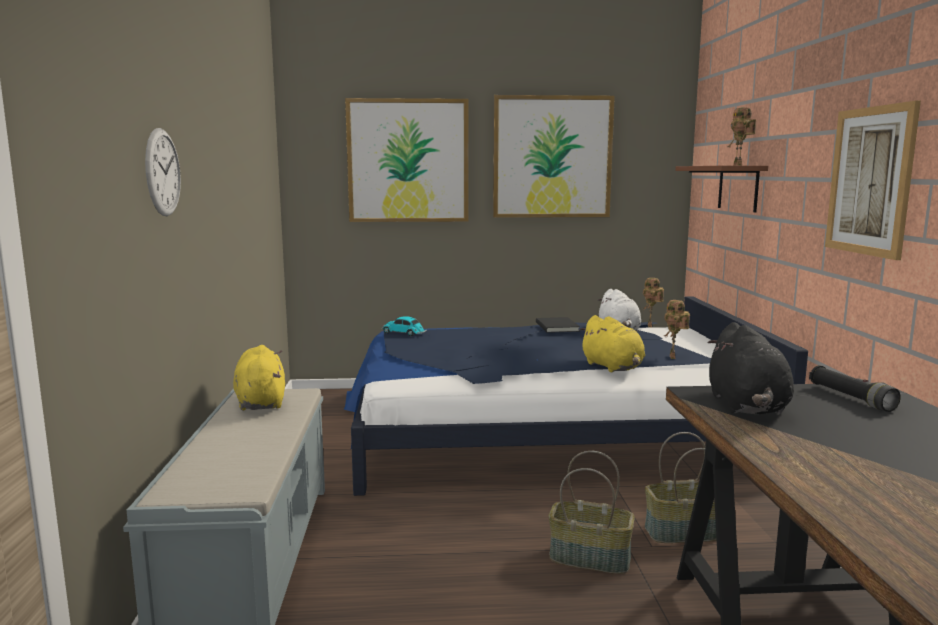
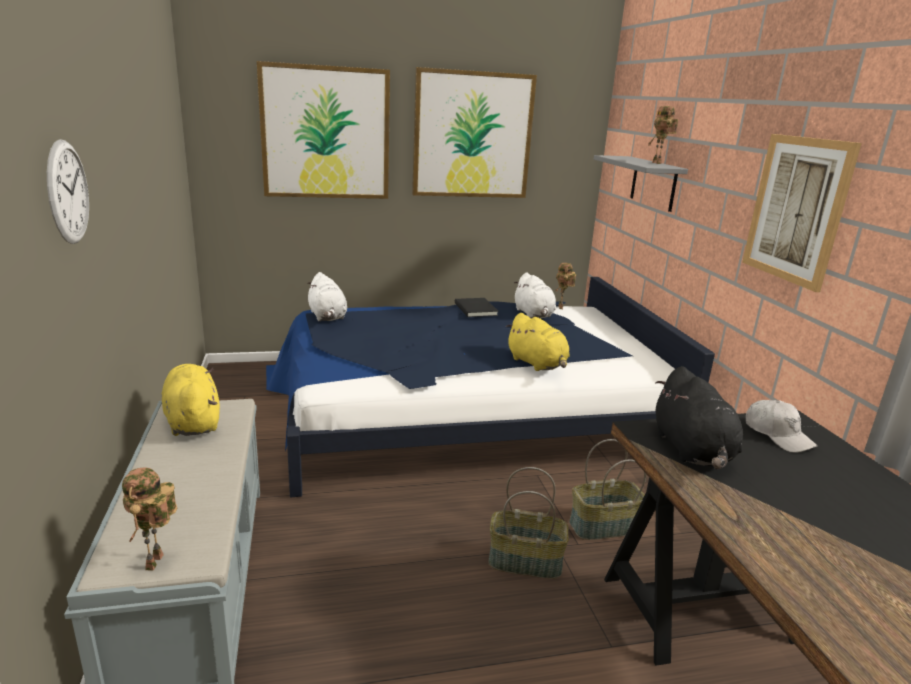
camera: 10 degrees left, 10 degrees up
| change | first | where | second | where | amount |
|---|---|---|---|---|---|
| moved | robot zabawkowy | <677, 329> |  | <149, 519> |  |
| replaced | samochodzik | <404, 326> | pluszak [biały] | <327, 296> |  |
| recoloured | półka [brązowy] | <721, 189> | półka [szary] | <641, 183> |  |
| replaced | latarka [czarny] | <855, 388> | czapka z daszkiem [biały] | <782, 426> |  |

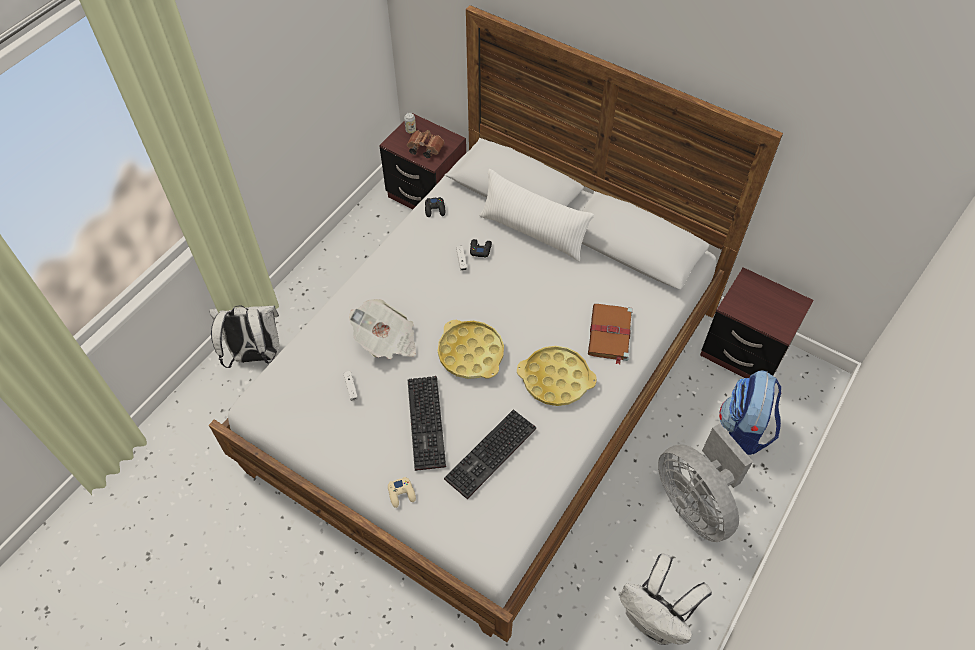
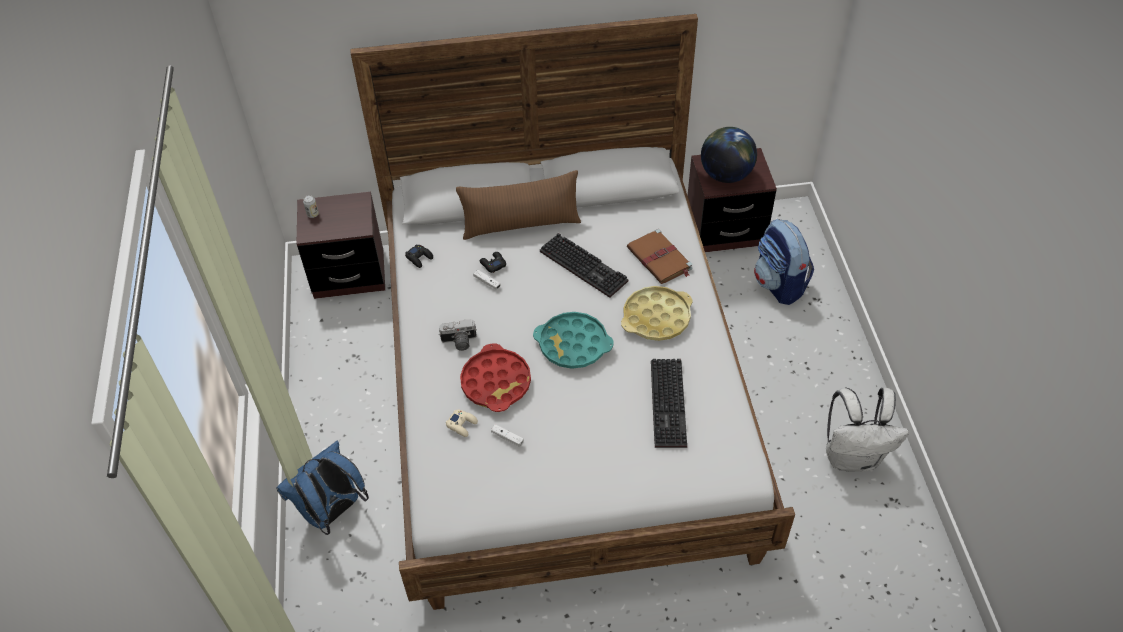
camera: 40 degrees left, 5 degrees down
| change | first | where | second | where | amount |
|---|---|---|---|---|---|
| recoloured | plecak [biały] | <244, 336> | plecak [niebieski] | <322, 488> |  |
| added |  |  | aparat fotograficzny | <458, 335> |  |
| moved | pad do gier [beżowy] | <402, 492> |  | <462, 423> |  |
| recoloured | poduszka [biały] | <537, 215> | poduszka [brązowy] | <518, 205> |  |
| replaced | gazeta | <382, 329> | taca [czerwony] | <495, 378> |  |
| recoloured | taca [żółty] | <471, 349> | taca [turkusowy] | <573, 340> |  |
| moved | klawiatura | <427, 423> |  | <584, 265> |  |
| added |  |  | globus | <729, 155> |  |
| removed | lornetka [brązowy] | <426, 144> |  |  |  |
| removed | wentylator [szary] | <705, 482> |  |  |  |

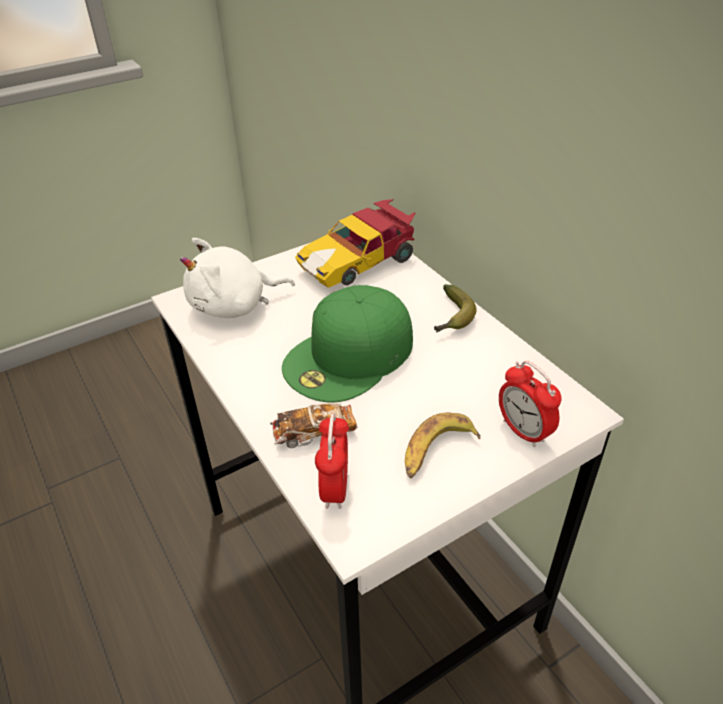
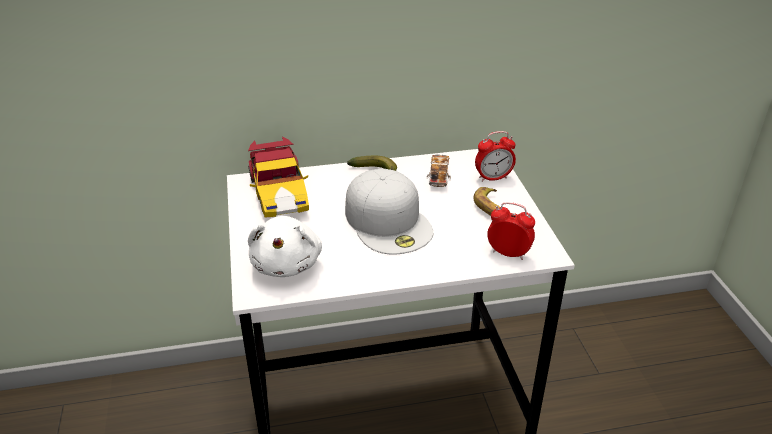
camera: 70 degrees left, 5 degrees down
| change | first | where | second | where | amount |
|---|---|---|---|---|---|
| recoloured | czapka z daszkiem [zielony] | <347, 343> | czapka z daszkiem [biały] | <389, 212> |  |
| moved | samochodzik | <313, 426> |  | <439, 170> |  |

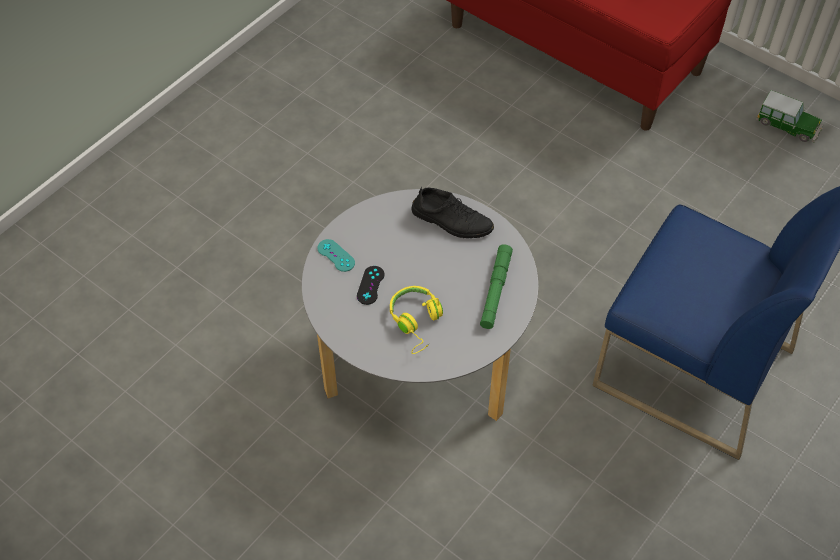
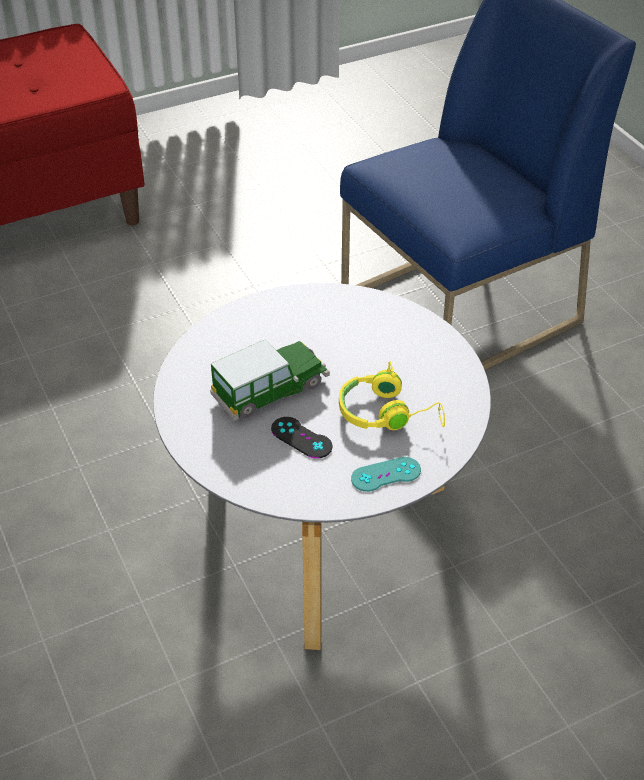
camera: 65 degrees left, 10 degrees down
| change | first | where | second | where | amount |
|---|---|---|---|---|---|
| moved | samochodzik | <789, 116> |  | <270, 380> |  |
| moved | pad do gier [turkusowy] | <336, 255> |  | <386, 474> |  |
| removed | but [czarny] | <452, 212> |  |  |  |
| removed | latarka [zielony] | <496, 286> |  |  |  |

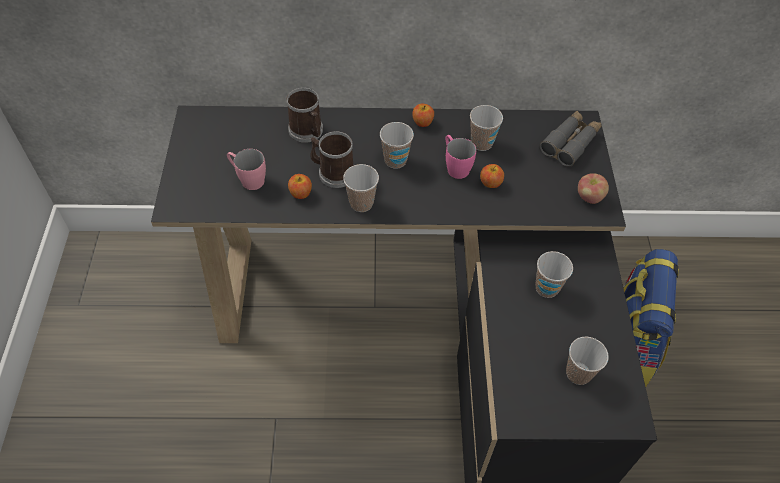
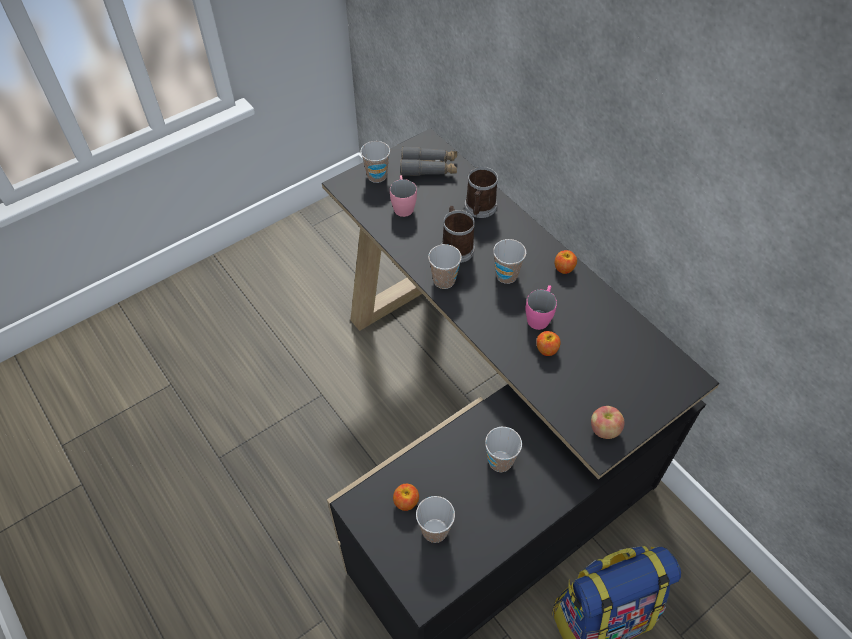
camera: 55 degrees right, 0 degrees up
| change | first | where | second | where | amount |
|---|---|---|---|---|---|
| moved | filiżanka | <486, 128> |  | <375, 162> |  |
| moved | jabłko | <300, 186> |  | <406, 497> |  |
| moved | lornetka [szary] | <571, 139> |  | <428, 161> |  |

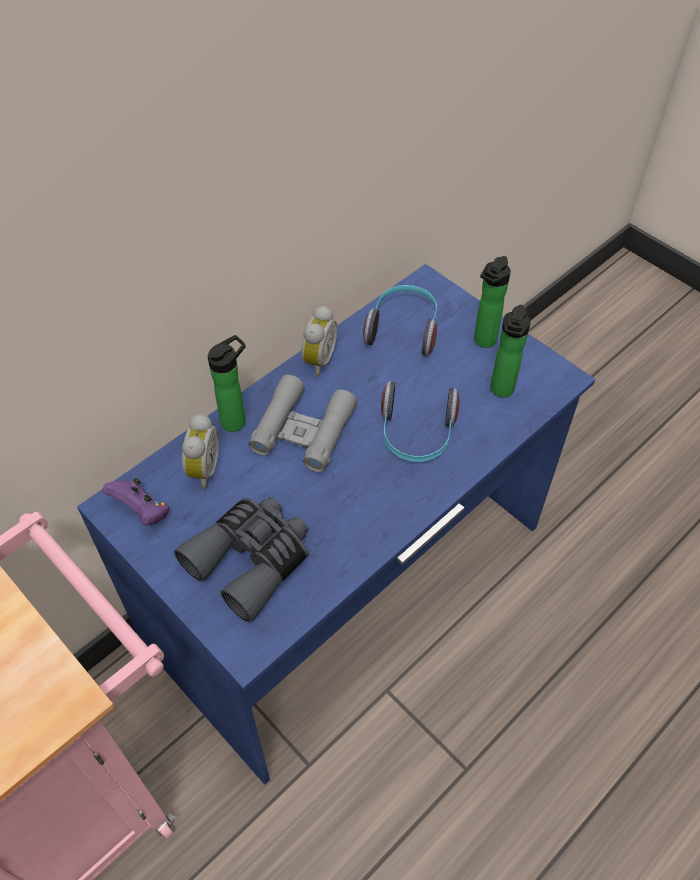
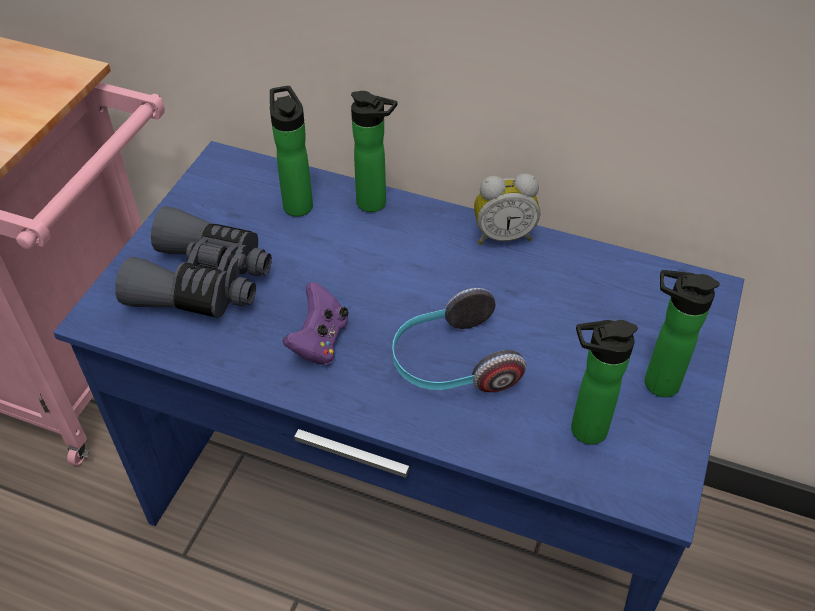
camera: 65 degrees right, 5 degrees down
| change | first | where | second | where | amount |
|---|---|---|---|---|---|
| replaced | budzik | <200, 451> | butelka | <291, 151> |  |
| moved | pad do gier [fioletowy] | <135, 502> |  | <316, 323> |  |
| removed | lornetka [szary] | <302, 423> |  |  |  |
| removed | słuchawki | <400, 320> |  |  |  |

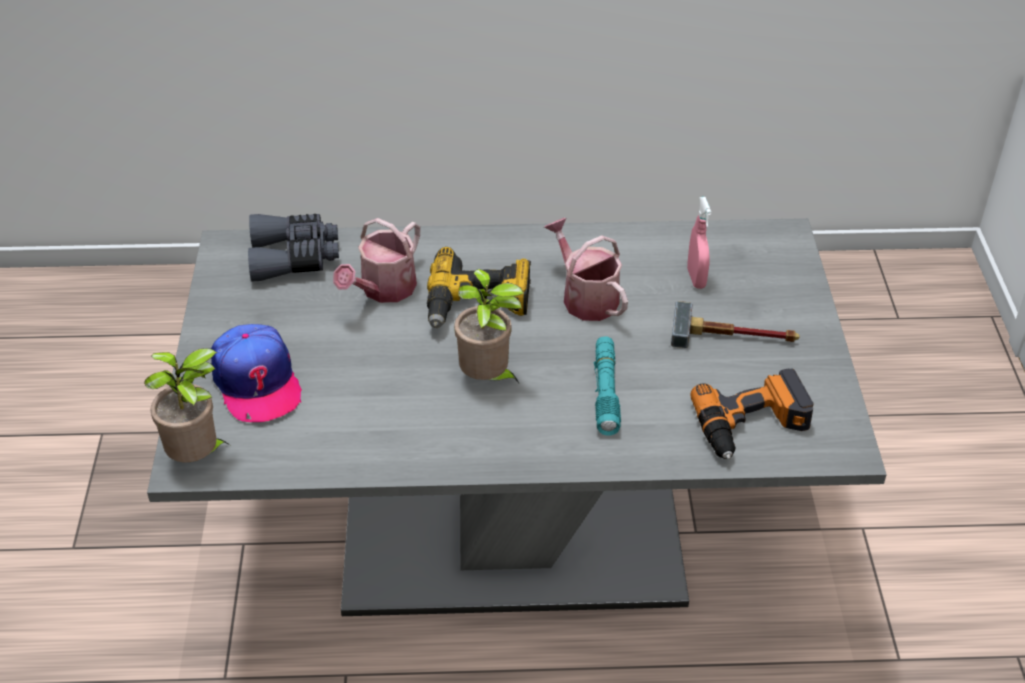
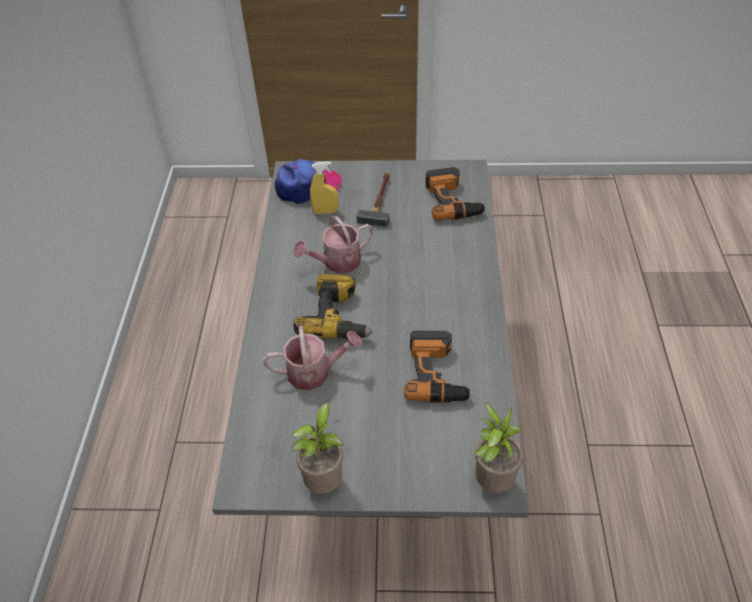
camera: 85 degrees left, 5 degrees up
| change | first | where | second | where | amount |
|---|---|---|---|---|---|
| turned | konewka | <376, 260> |  | <313, 358> | 45 degrees counterclockwise |
| moved | czapka z daszkiem | <256, 373> |  | <308, 181> |  |
| moved | roślina doniczkowa | <489, 326> |  | <317, 448> |  |
| recoloured | spryskiwacz [różowy] | <699, 243> | spryskiwacz [żółty] | <324, 187> |  |
| added |  |  | wiertarka | <438, 367> |  |
| removed | lornetka [szary] | <293, 248> |  |  |  |
| removed | latarka [turkusowy] | <607, 386> |  |  |  |

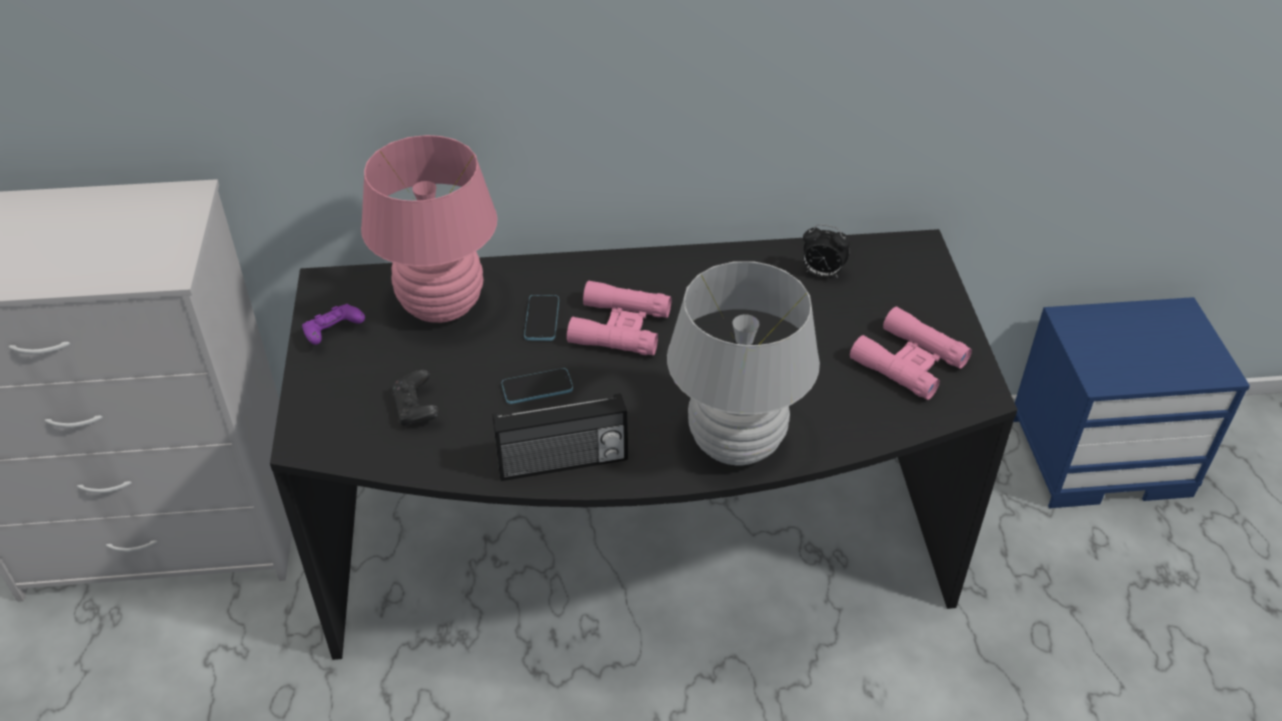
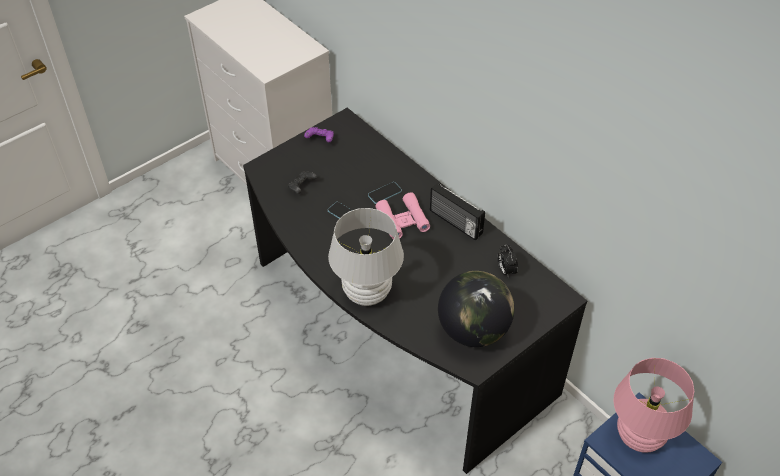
camera: 55 degrees right, 5 degrees up
| change | first | where | second | where | amount |
|---|---|---|---|---|---|
| moved | radio | <560, 437> |  | <457, 211> |  |
| replaced | lornetka [różowy] | <911, 353> | globus | <476, 309> |  |
| moved | lampa stołowa [różowy] | <429, 229> |  | <653, 405> |  |

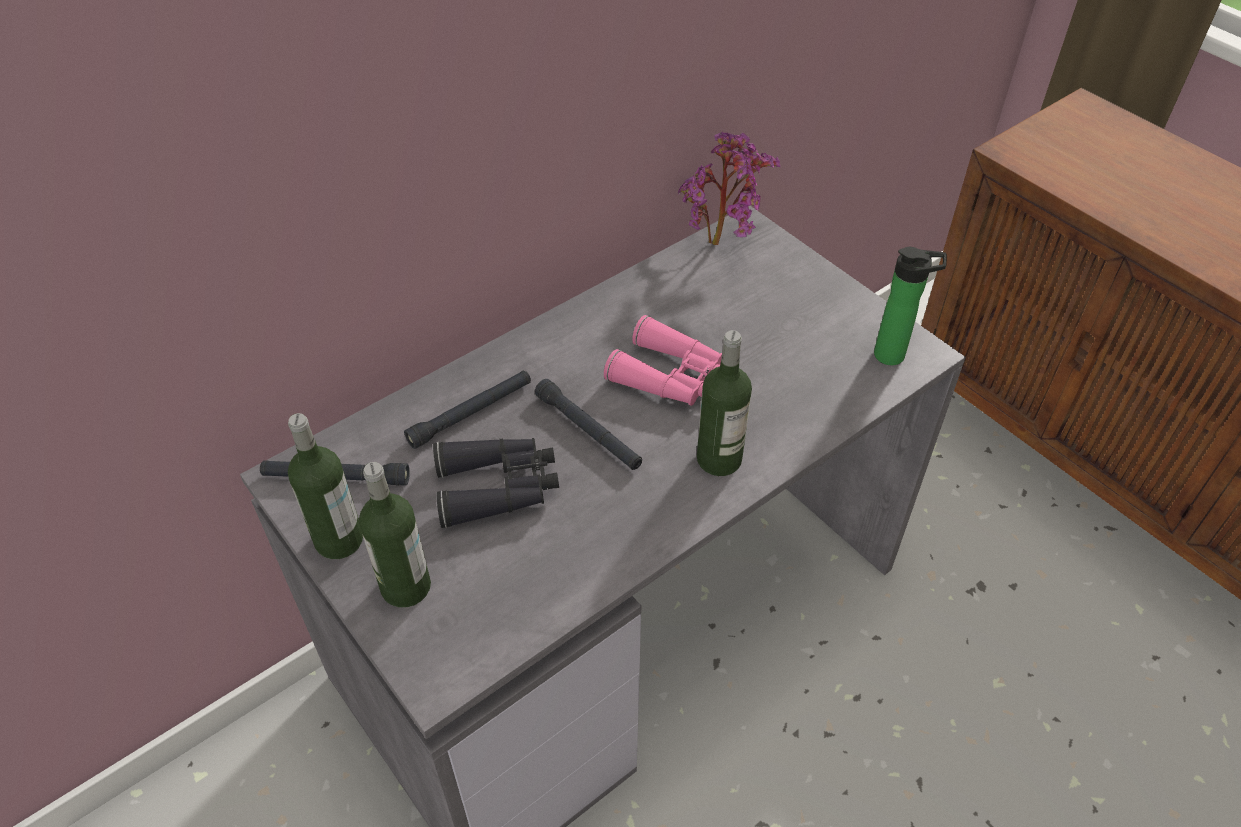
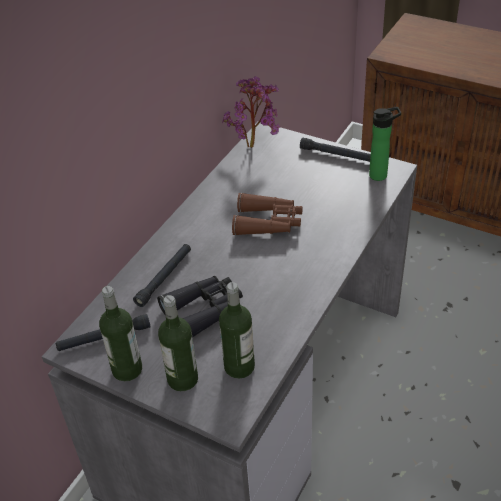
camera: 20 degrees left, 5 degrees down
| change | first | where | second | where | amount |
|---|---|---|---|---|---|
| moved | butelka | <724, 403> |  | <237, 330> |  |
| recoloured | lornetka [różowy] | <663, 360> | lornetka [brązowy] | <267, 214> |  |
| moved | latarka [czarny] | <588, 424> |  | <335, 150> |  |

